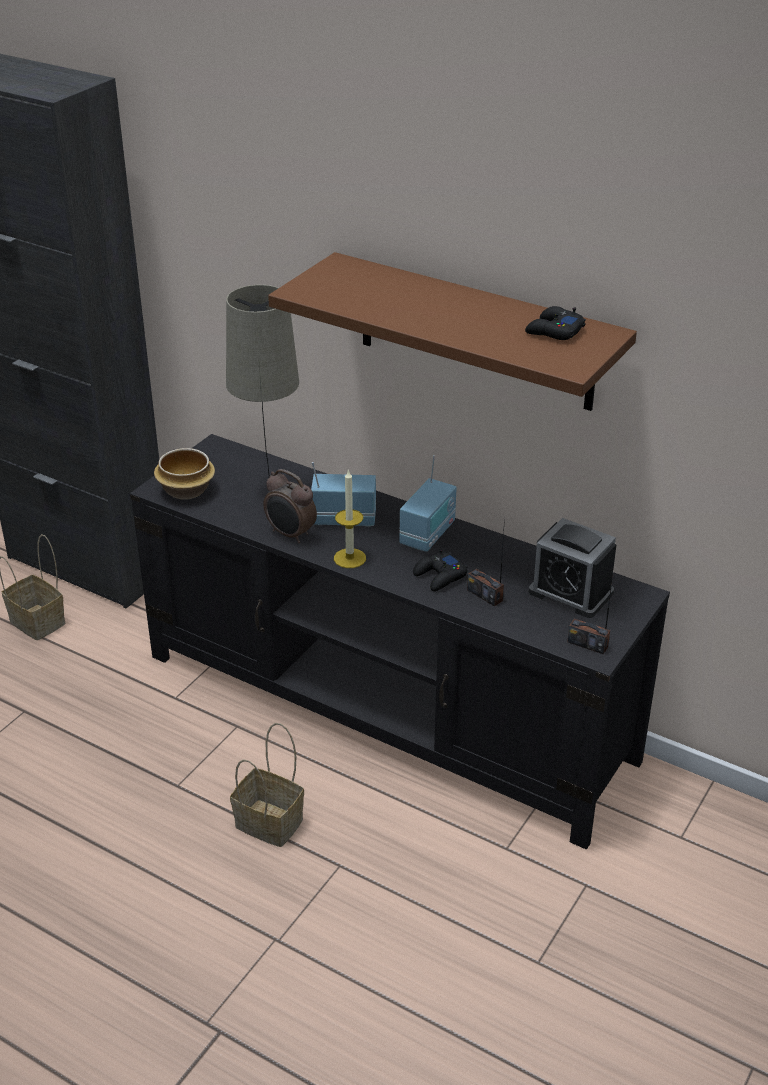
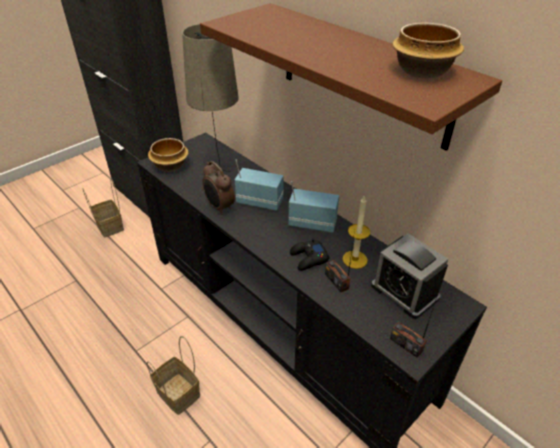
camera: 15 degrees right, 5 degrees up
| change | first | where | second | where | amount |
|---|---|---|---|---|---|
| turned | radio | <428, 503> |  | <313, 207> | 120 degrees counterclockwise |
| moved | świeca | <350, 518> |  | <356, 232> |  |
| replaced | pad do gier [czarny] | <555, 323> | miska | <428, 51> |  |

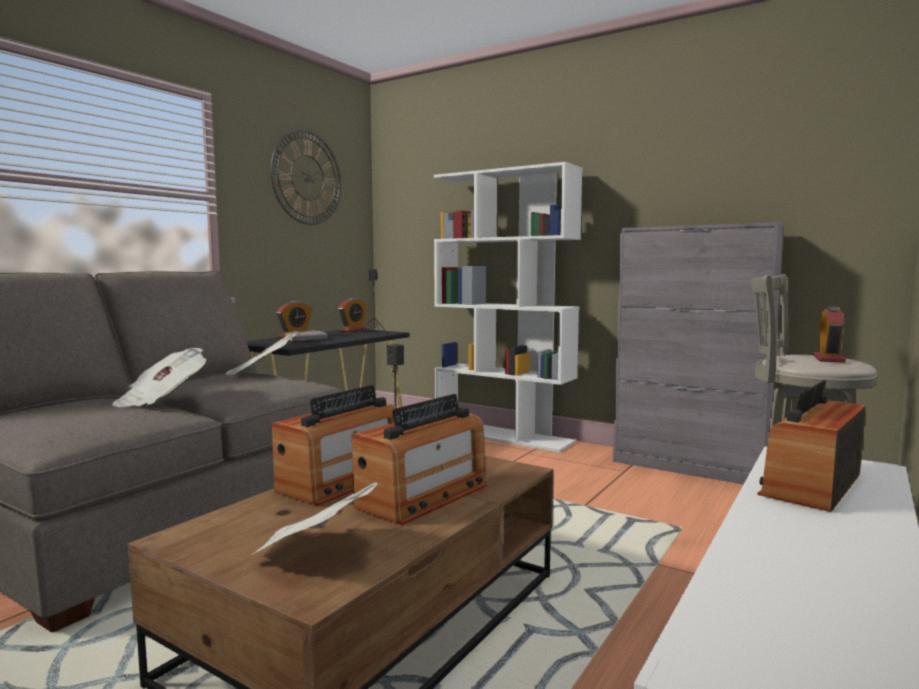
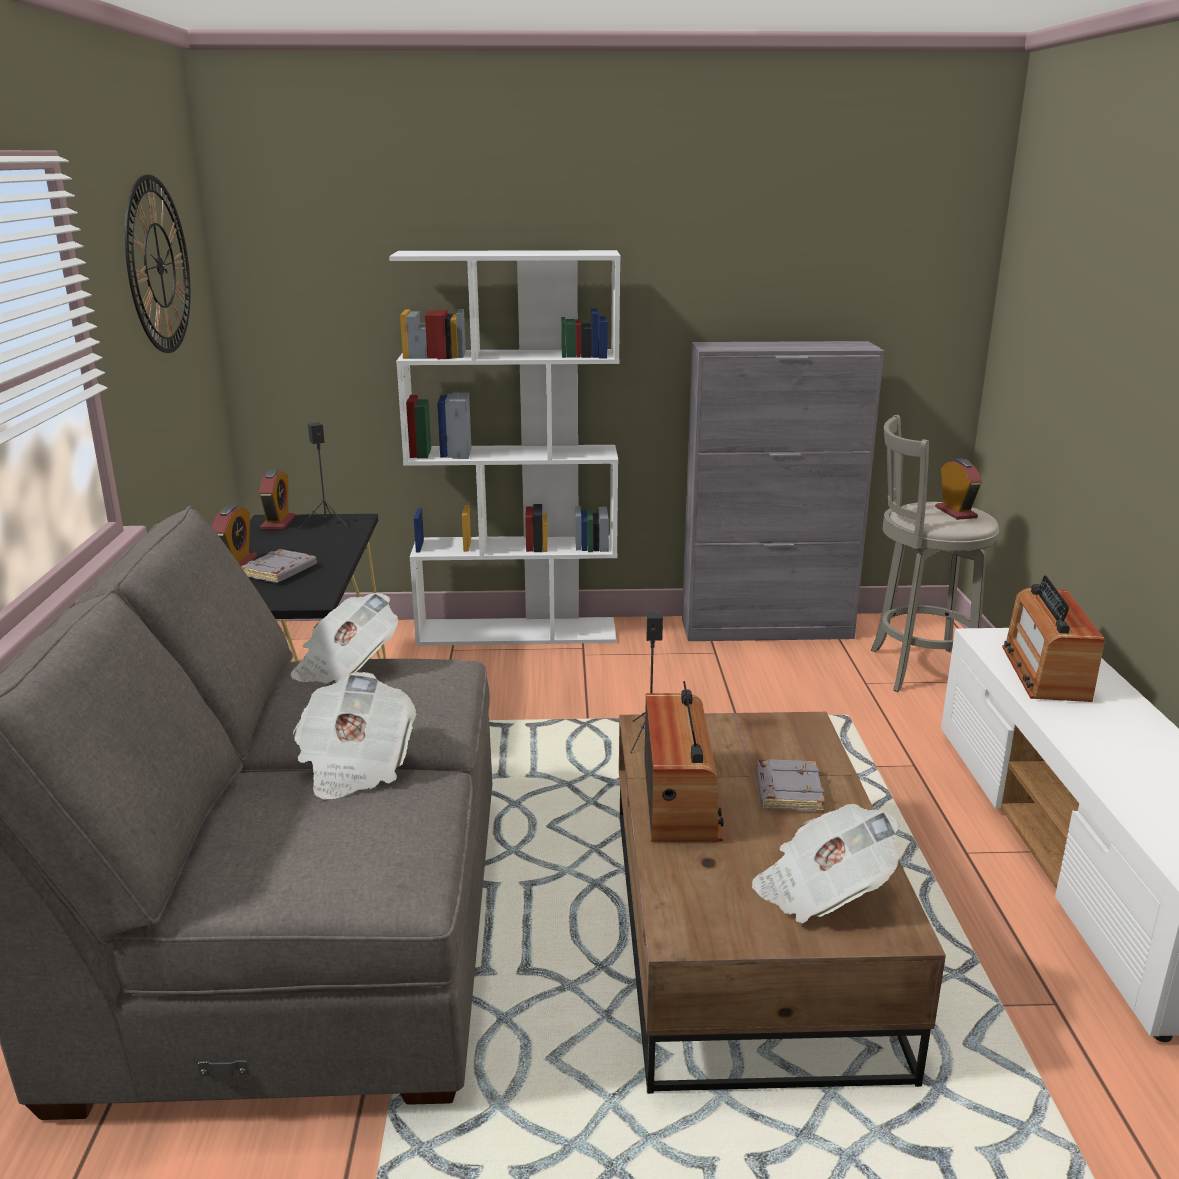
camera: 35 degrees left, 15 degrees up
| change | first | where | second | where | amount |
|---|---|---|---|---|---|
| replaced | radio | <419, 459> | książka [szary] | <790, 785> |  |

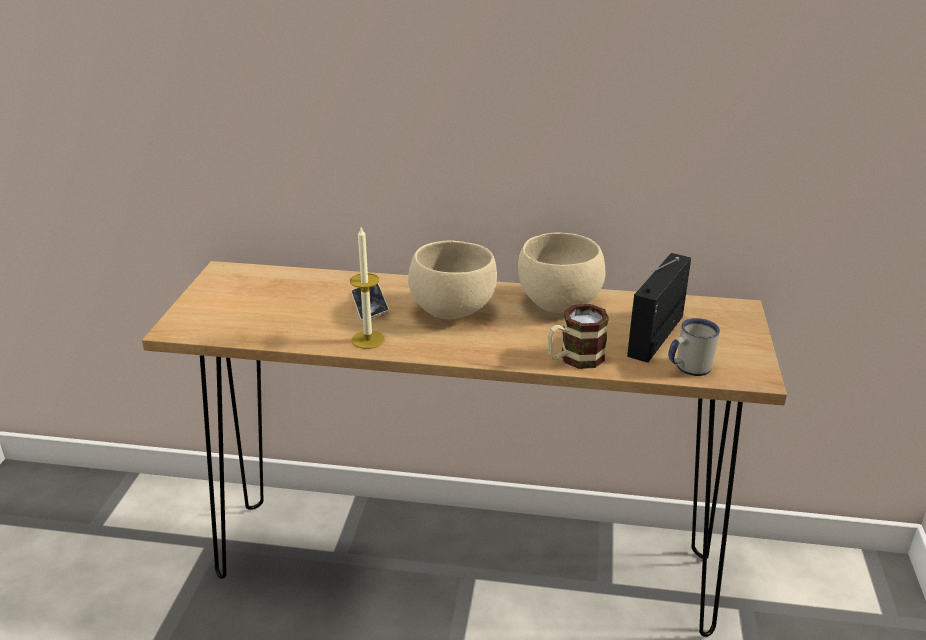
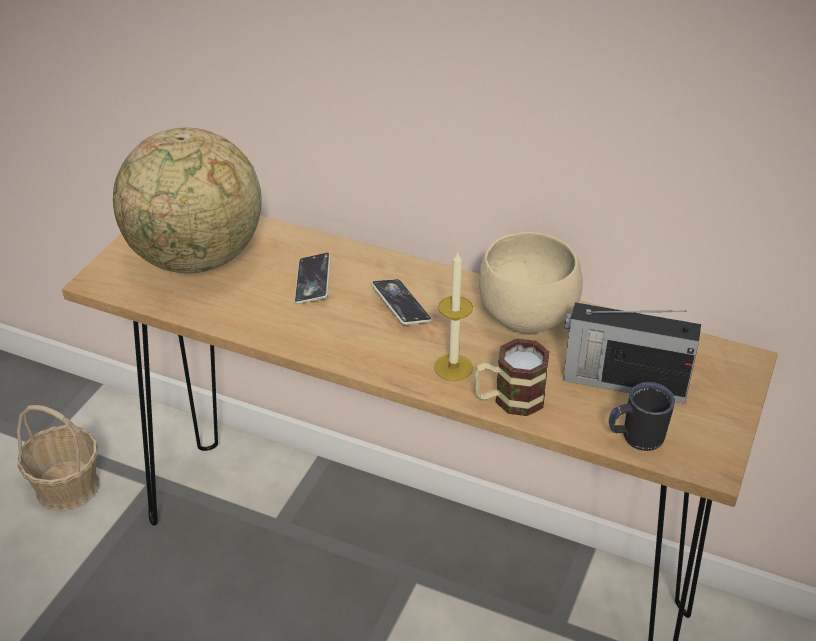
camera: 15 degrees right, 10 degrees up
| change | first | where | second | where | amount |
|---|---|---|---|---|---|
| added |  |  | koszyk | <58, 458> |  |
| added |  |  | globus | <187, 201> |  |
| replaced | miska [beżowy] | <452, 280> | telefon | <401, 302> |  |
| moved | świeca | <367, 288> |  | <453, 316> |  |
| turned | radio | <659, 308> |  | <632, 353> | 120 degrees counterclockwise |
| recoloured | kubek [biały] | <694, 347> | kubek [czarny] | <642, 416> |  |

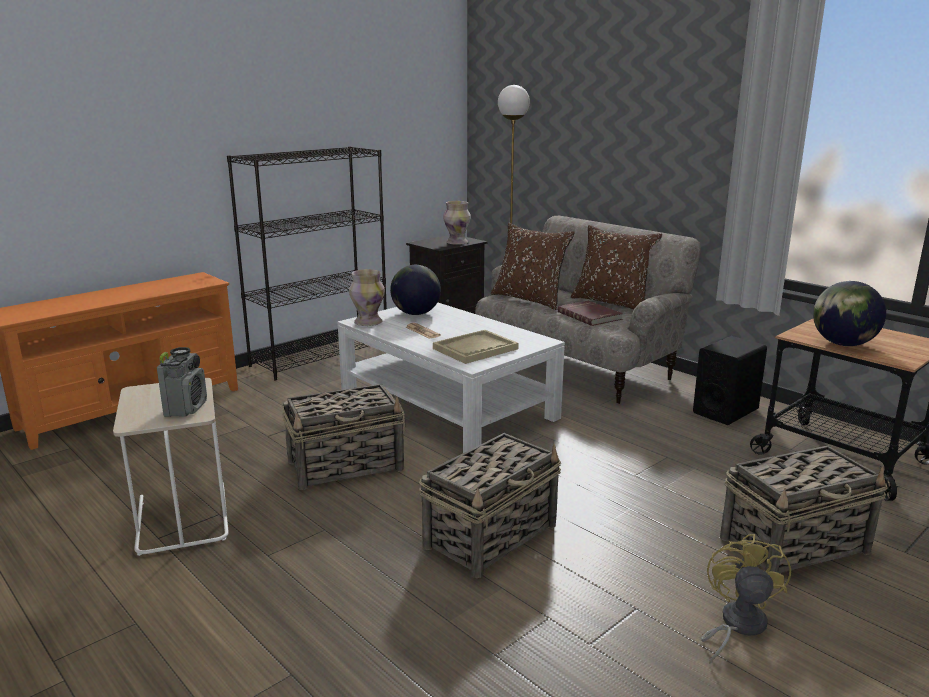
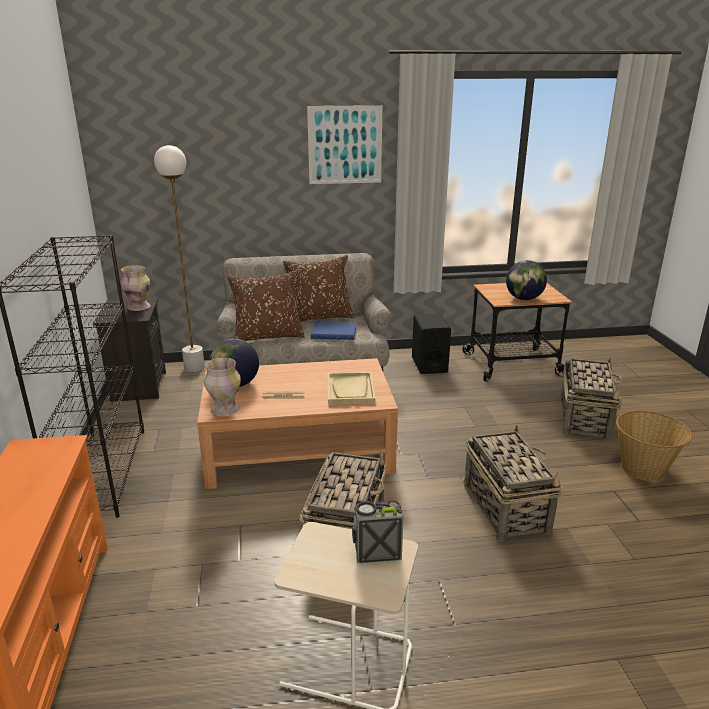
camera: 55 degrees left, 5 degrees up
| change | first | where | second | where | amount |
|---|---|---|---|---|---|
| recoloured | ława [biały] | <451, 377> | ława [brązowy] | <297, 423> |  |
| added |  |  | obraz | <345, 144> |  |
| recoloured | książka [czerwony] | <590, 313> | książka [niebieski] | <333, 331> |  |
| turned | radio | <182, 382> |  | <378, 532> | 45 degrees counterclockwise |
| replaced | wentylator [żółty] | <746, 599> | koszyk | <654, 445> |  |

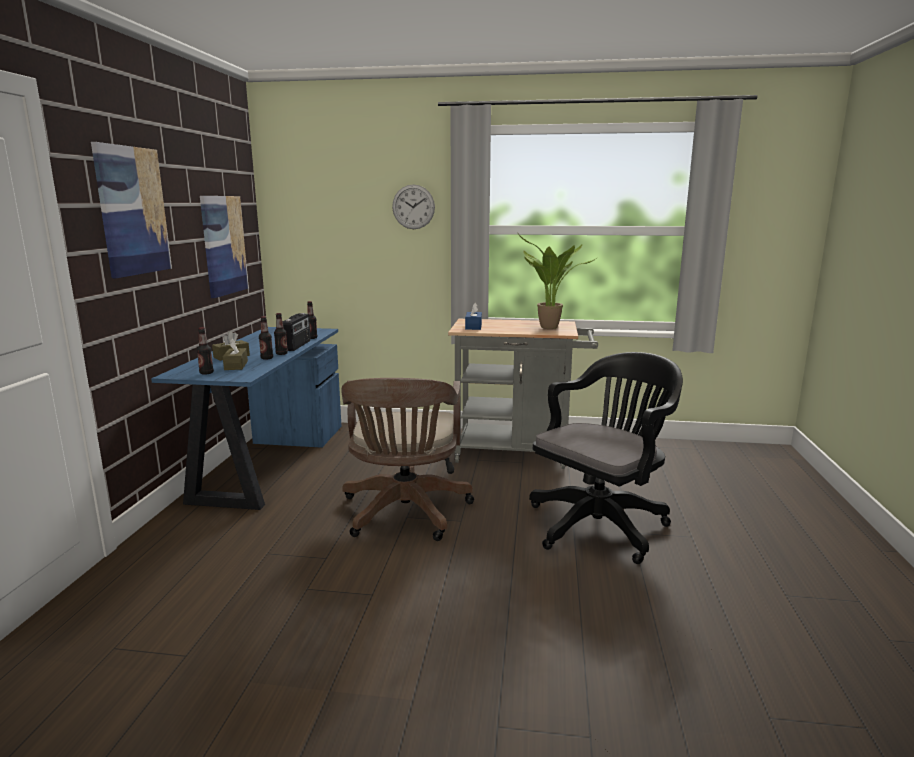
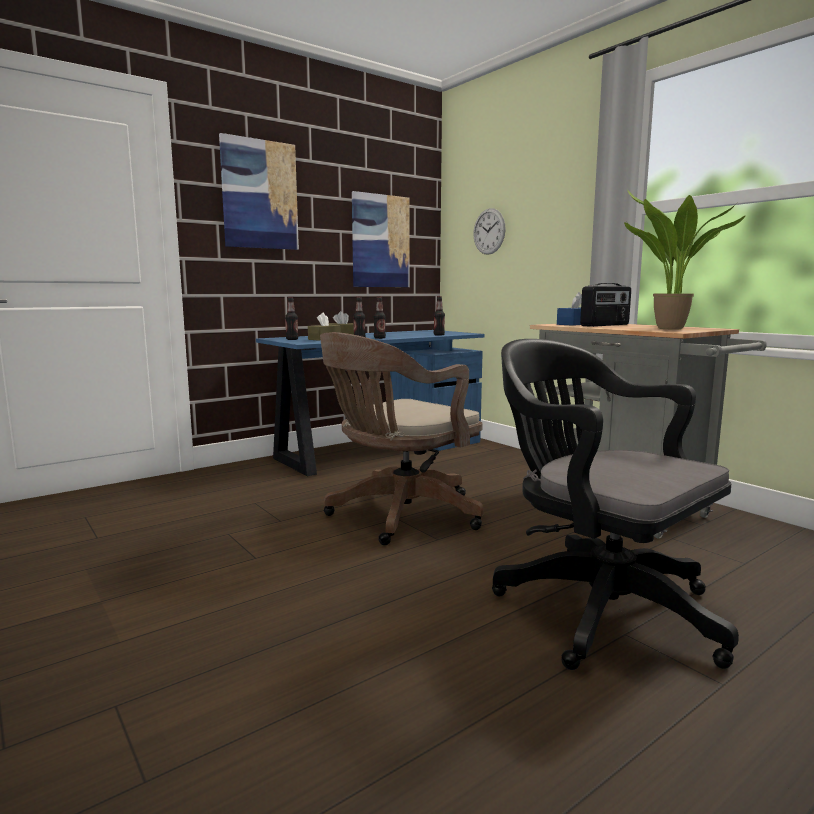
camera: 45 degrees right, 5 degrees down
| change | first | where | second | where | amount |
|---|---|---|---|---|---|
| moved | zegar ścienny | <413, 206> |  | <489, 231> |  |
| turned | krzesło biurowe [czarny] | <606, 458> |  | <615, 504> | 135 degrees counterclockwise |
| moved | radio | <296, 332> |  | <605, 305> |  |

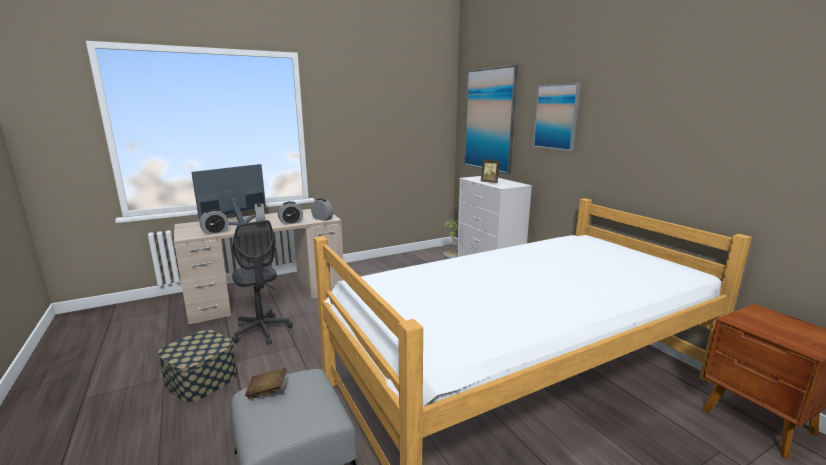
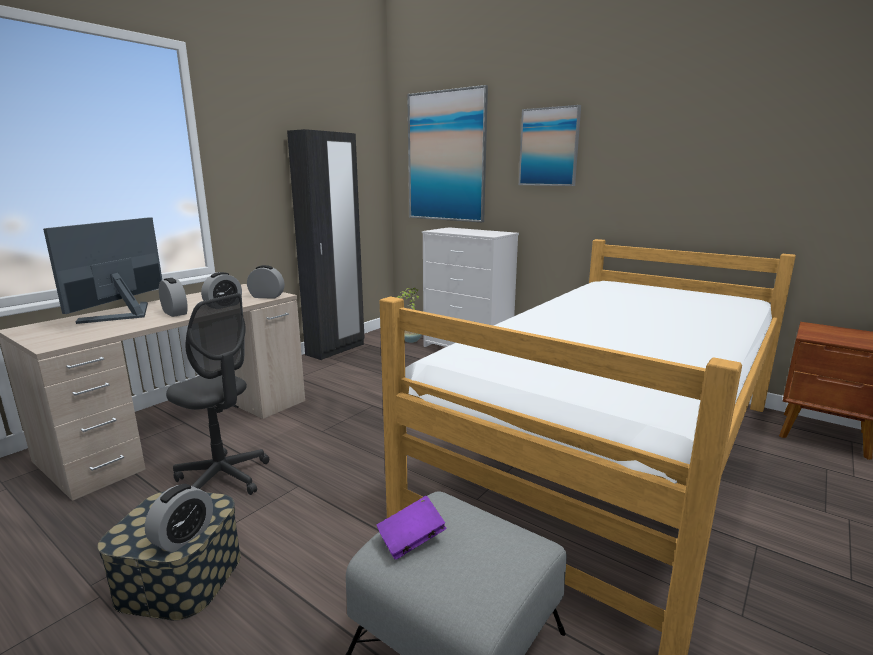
camera: 25 degrees left, 0 degrees up
| change | first | where | second | where | amount |
|---|---|---|---|---|---|
| moved | budzik | <214, 222> |  | <179, 518> |  |
| added |  |  | szafa [czarny] | <325, 244> |  |
| recoloured | książka [brązowy] | <266, 383> | książka [fioletowy] | <411, 528> |  |
| removed | ramka na zdjęcie | <490, 170> |  |  |  |

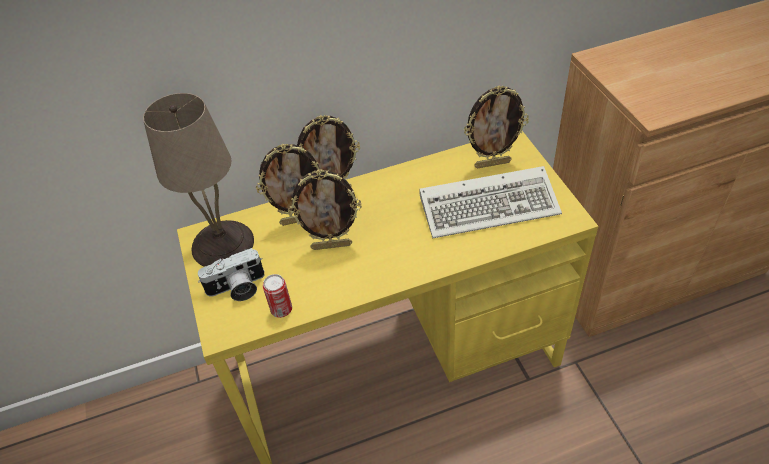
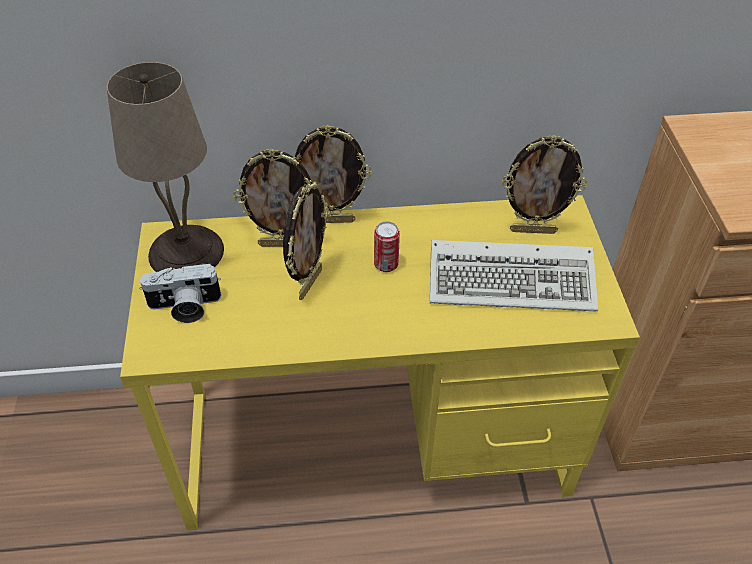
camera: 10 degrees right, 0 degrees up
| change | first | where | second | where | amount |
|---|---|---|---|---|---|
| turned | ramka na zdjęcie | <325, 210> |  | <306, 240> | 75 degrees counterclockwise |
| moved | puszka | <277, 296> |  | <387, 246> |  |

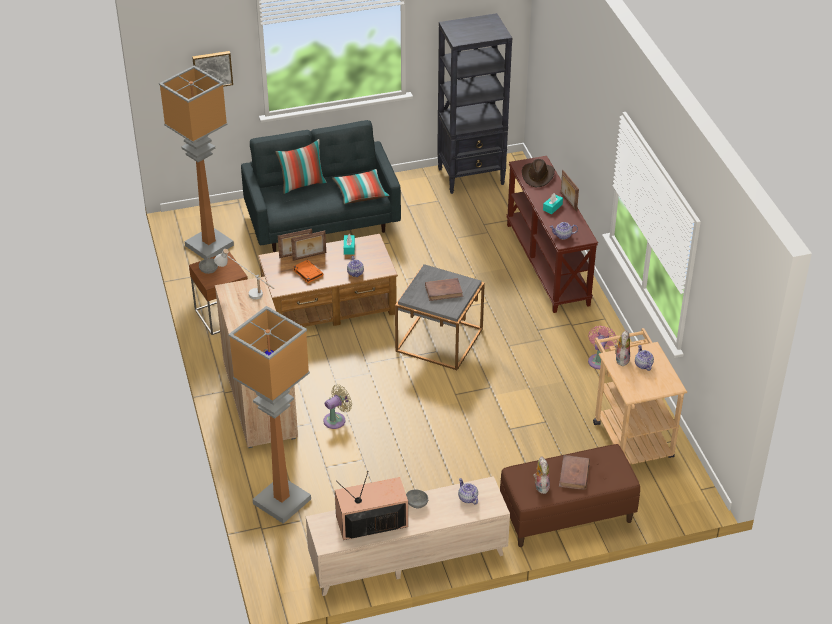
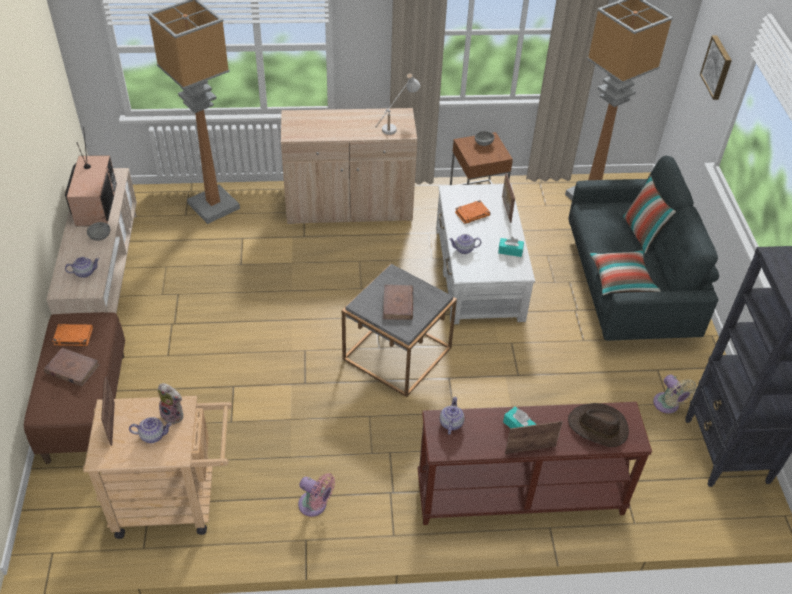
camera: 100 degrees right, 5 degrees up
| change | first | where | second | where | amount |
|---|---|---|---|---|---|
| replaced | pluszak | <541, 475> | książka [pomarańczowy] | <72, 335> |  |
| moved | ramka na zdjęcie | <308, 246> |  | <108, 411> |  |
| recoloured | ława [brązowy] | <328, 280> | ława [biały] | <485, 254> |  |
| moved | wentylator [beżowy] | <337, 406> |  | <675, 394> |  |

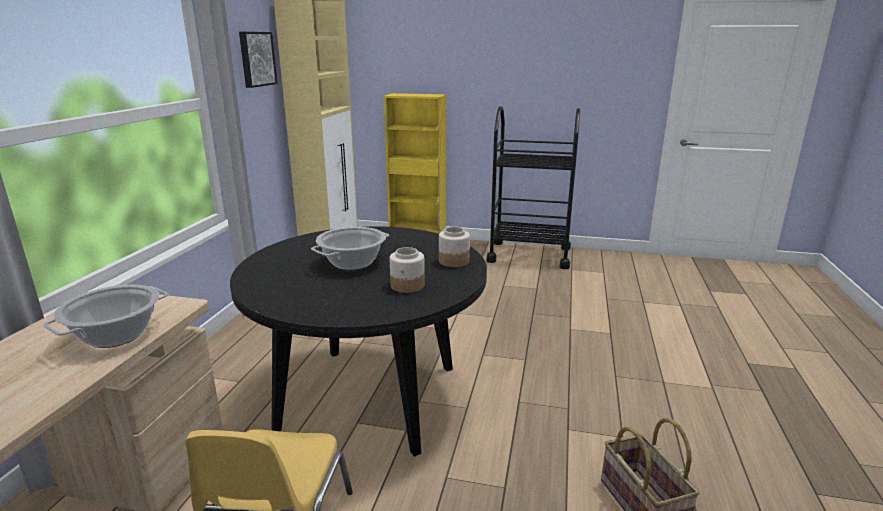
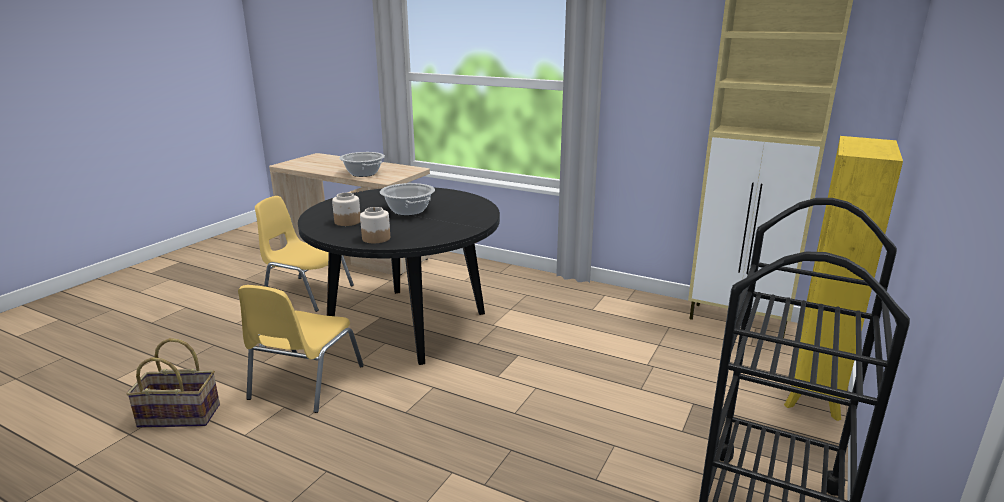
camera: 105 degrees right, 0 degrees up
| change | first | where | second | where | amount |
|---|---|---|---|---|---|
| added |  |  | krzesło [żółty] | <301, 349> |  |
| removed | obraz | <258, 60> |  |  |  |

